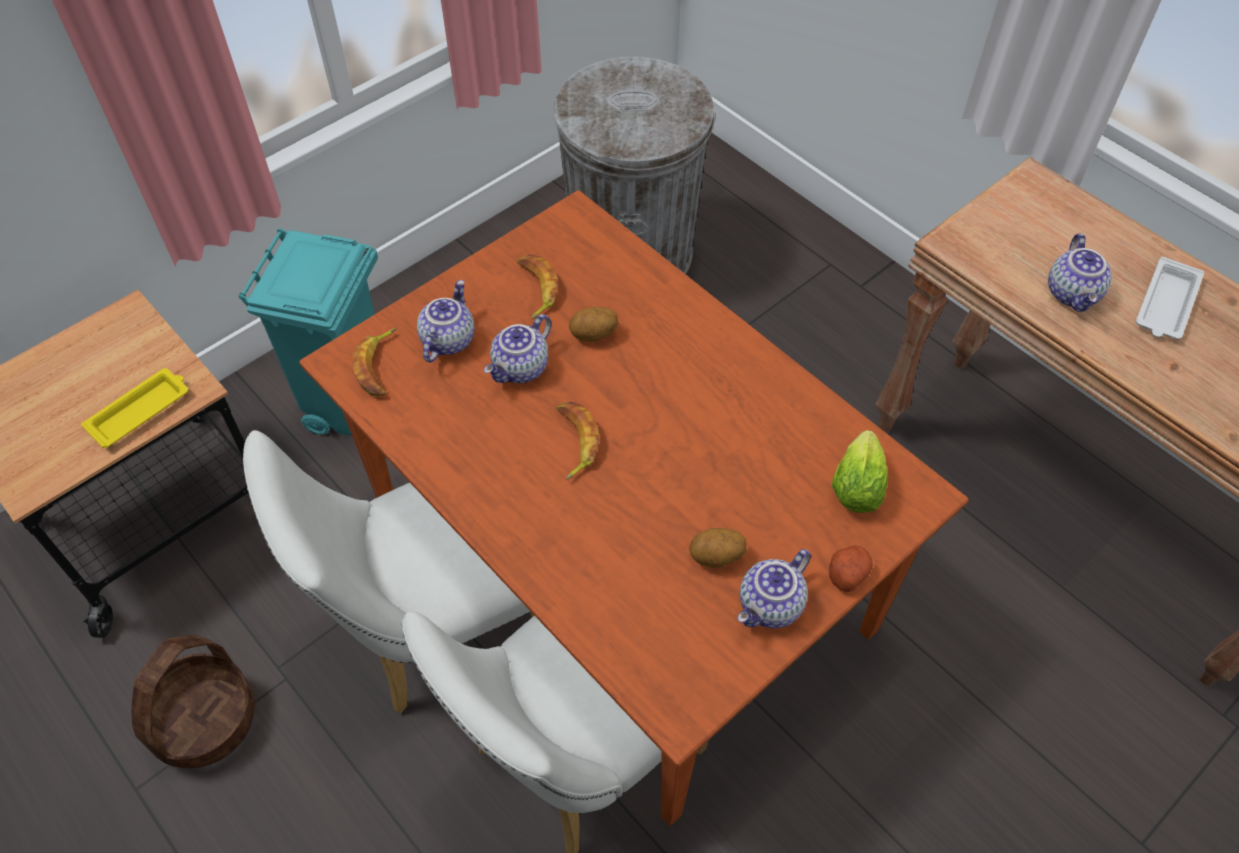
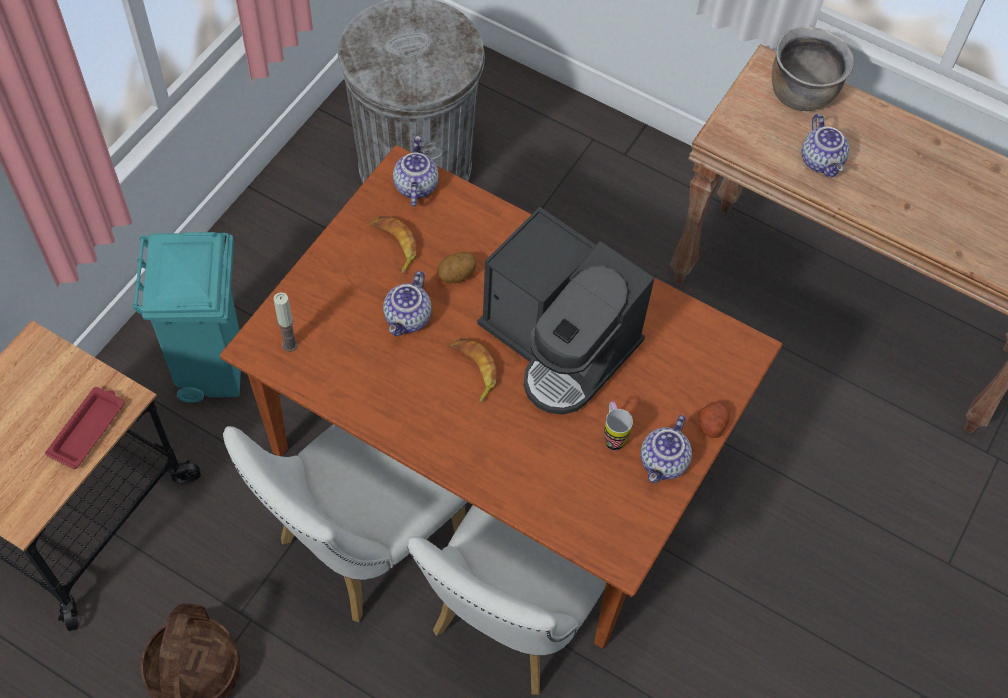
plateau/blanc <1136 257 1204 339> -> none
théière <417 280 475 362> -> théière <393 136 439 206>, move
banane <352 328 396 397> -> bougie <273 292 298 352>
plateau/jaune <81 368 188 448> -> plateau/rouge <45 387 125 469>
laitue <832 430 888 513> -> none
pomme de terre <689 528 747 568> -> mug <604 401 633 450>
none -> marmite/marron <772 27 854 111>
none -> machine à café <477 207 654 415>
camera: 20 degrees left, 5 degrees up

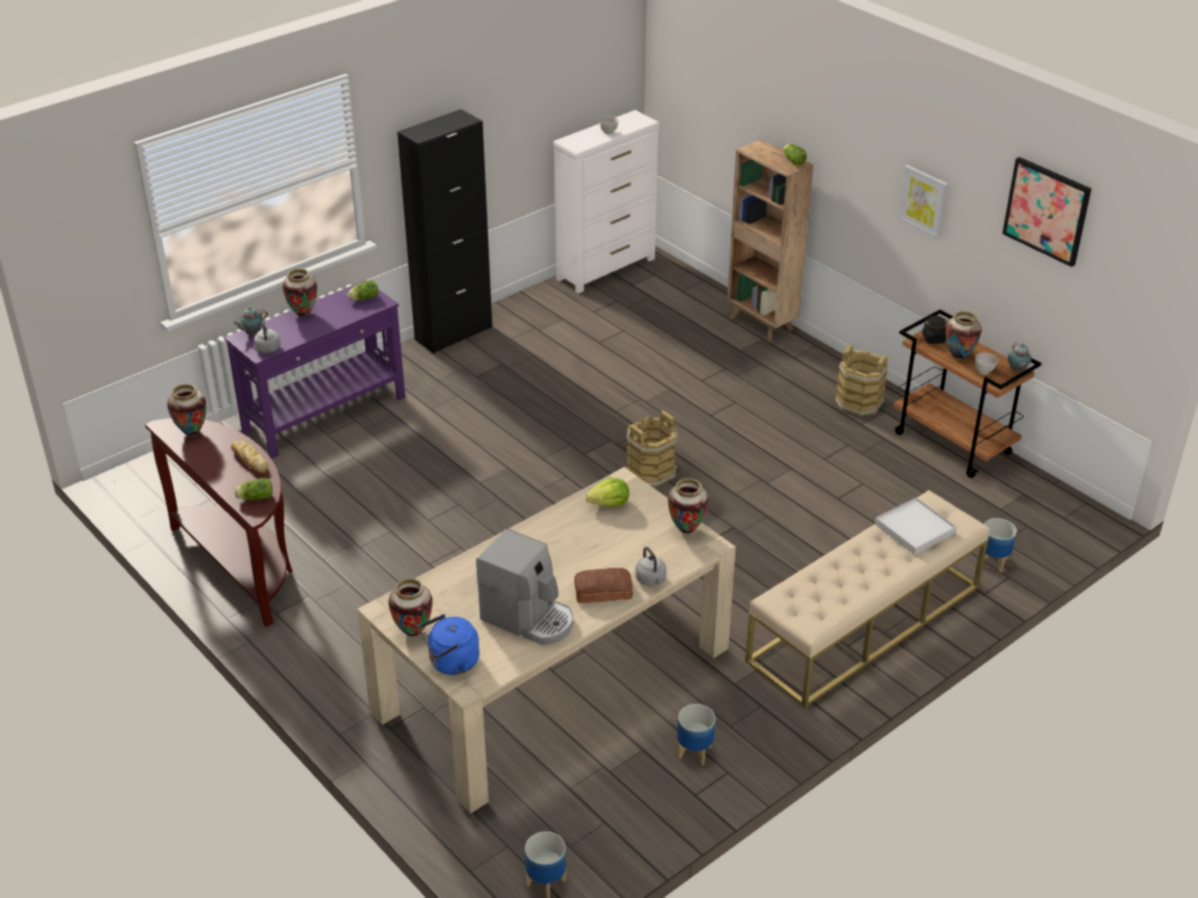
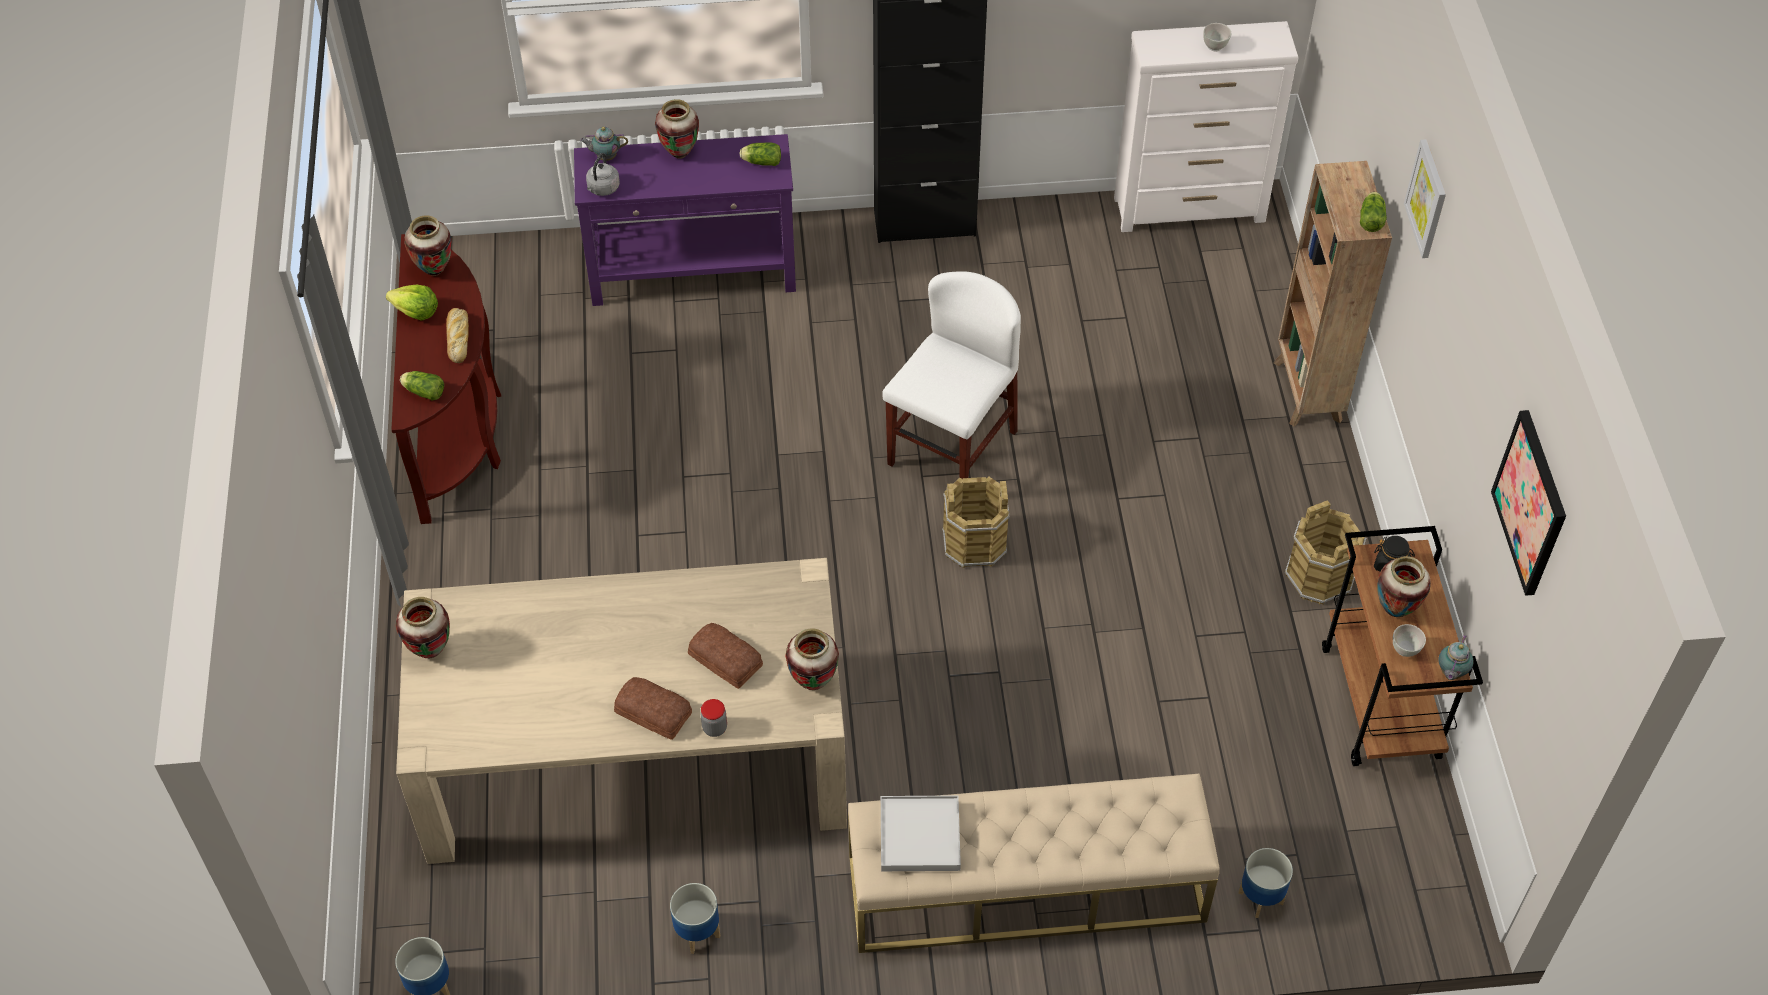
tableau <898 165 949 239> -> tableau <1404 139 1446 258>, move
laitue <585 478 629 507> -> laitue <386 285 438 321>, move
plateau/blanc <875 497 956 555> -> plateau/blanc <881 795 961 871>, move
machine à café <476 529 573 645> -> none
bouilloire/gris <635 547 666 586> -> bocal <700 699 727 737>
bouilloire/bleu <419 614 480 675> -> none
none -> chaise/blanc <882 271 1021 479>
none -> pain <688 623 763 689>
camera: 35 degrees right, 15 degrees up

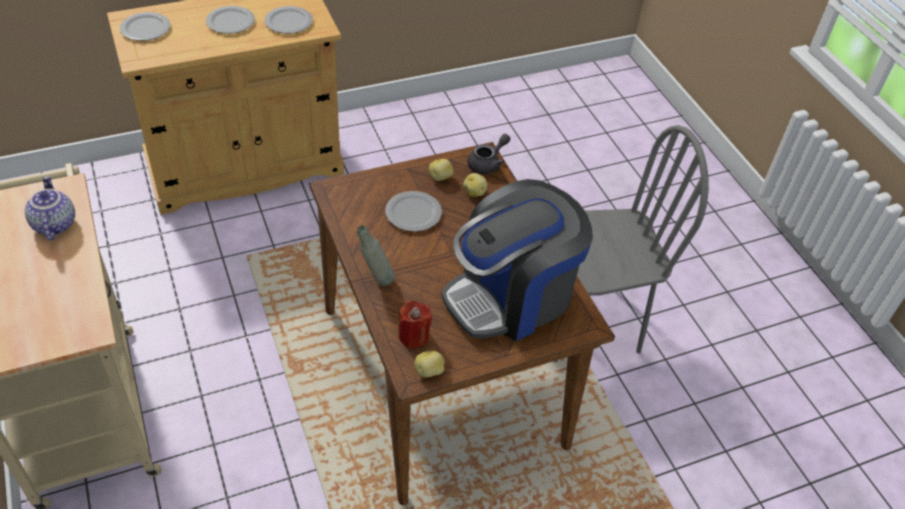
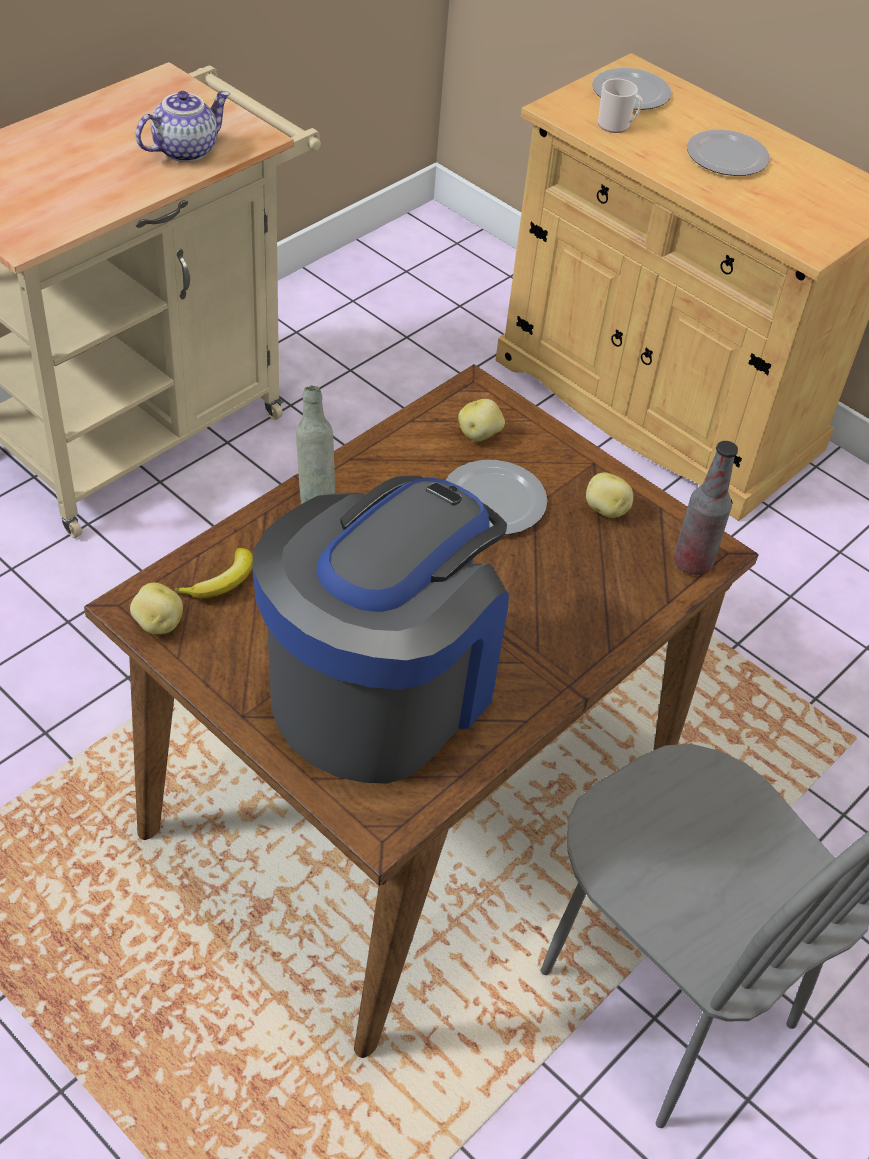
assiette <265 6 313 34> -> none
théière/gris <467 134 510 174> -> bouteille <674 441 738 575>
pomme de terre <463 173 488 197> -> pomme de terre <458 399 505 441>, move
machine à café <441 179 593 341> -> machine à café <252 476 509 784>, 90 degrees clockwise
bougie/rouge <398 301 432 348> -> banane <174 548 253 598>
none -> mug <598 79 643 133>
camera: 65 degrees right, 0 degrees up

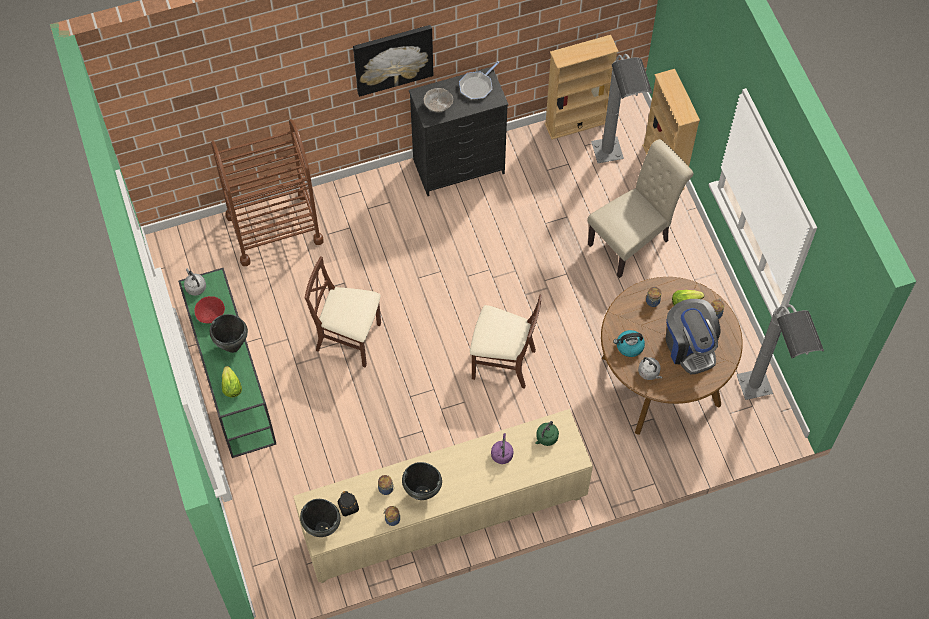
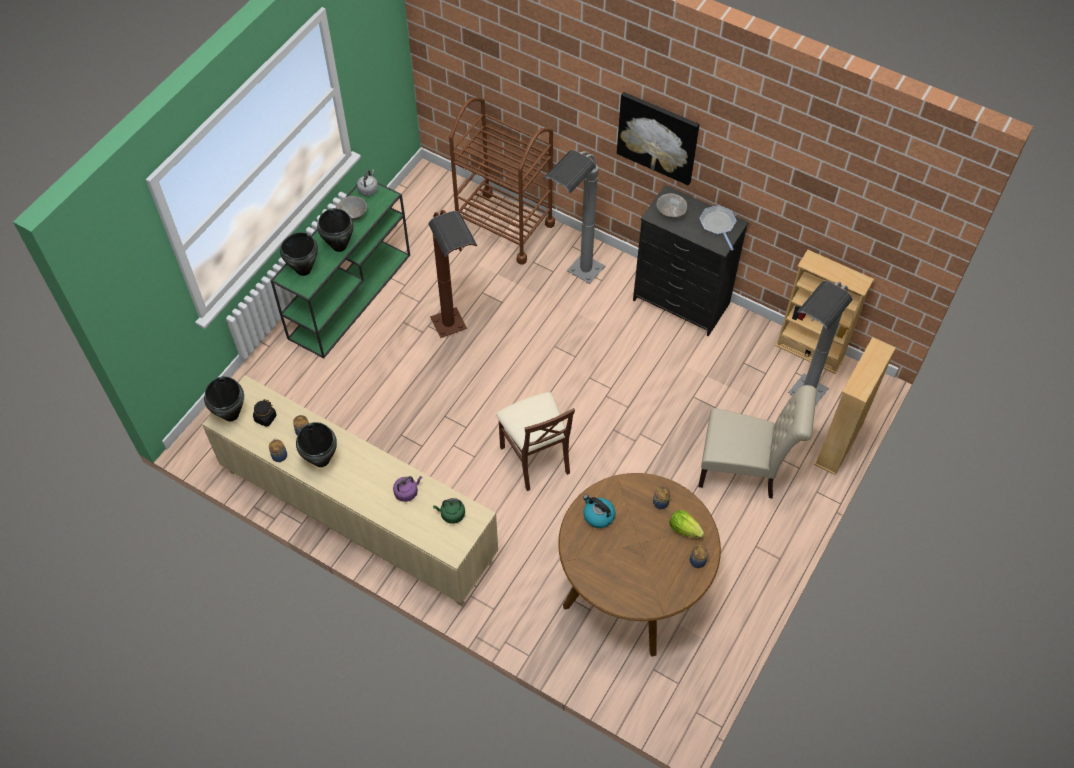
poêle <459 61 499 100> -> poêle <700 205 736 250>, 75 degrees clockwise
chaise/marron <305 256 381 368> -> lampadaire/marron <428 210 478 338>
bol/rouge <195 296 225 323> -> bol/gris <337 196 367 220>
machine à café <665 299 721 374> -> none
lampadaire/gris <736 304 824 400> -> lampadaire/gris <543 150 605 284>, move
bouilloire/gris <638 357 662 380> -> none
laitue <222 366 242 398> -> marmite/noir <280 232 318 276>
camera: 50 degrees right, 5 degrees down

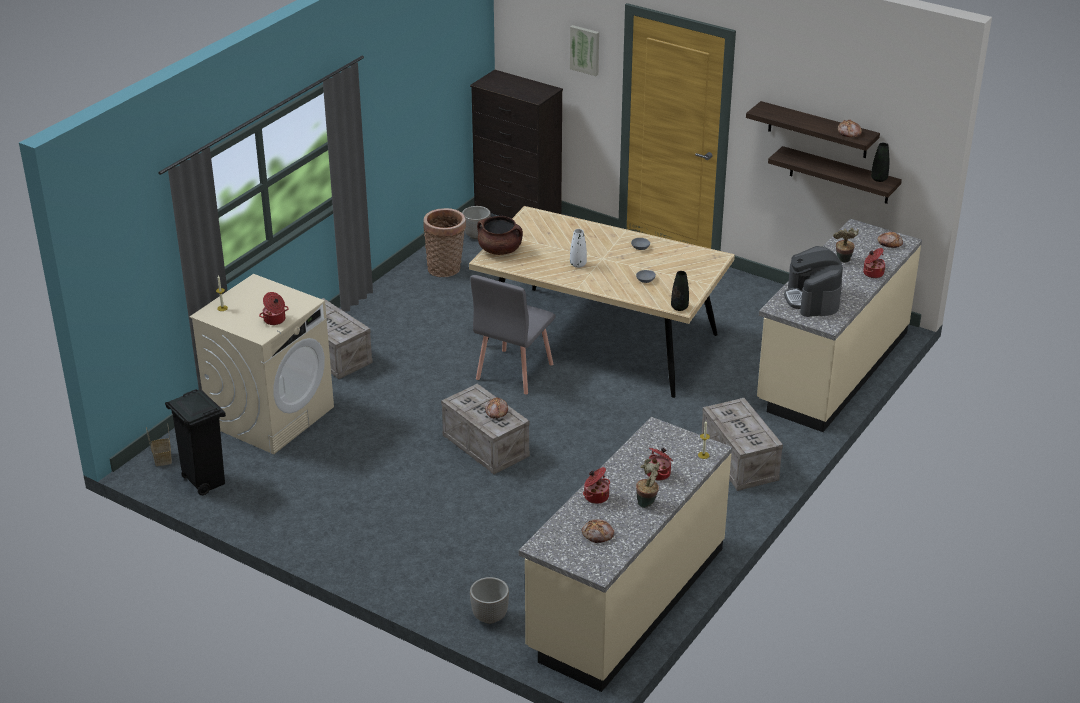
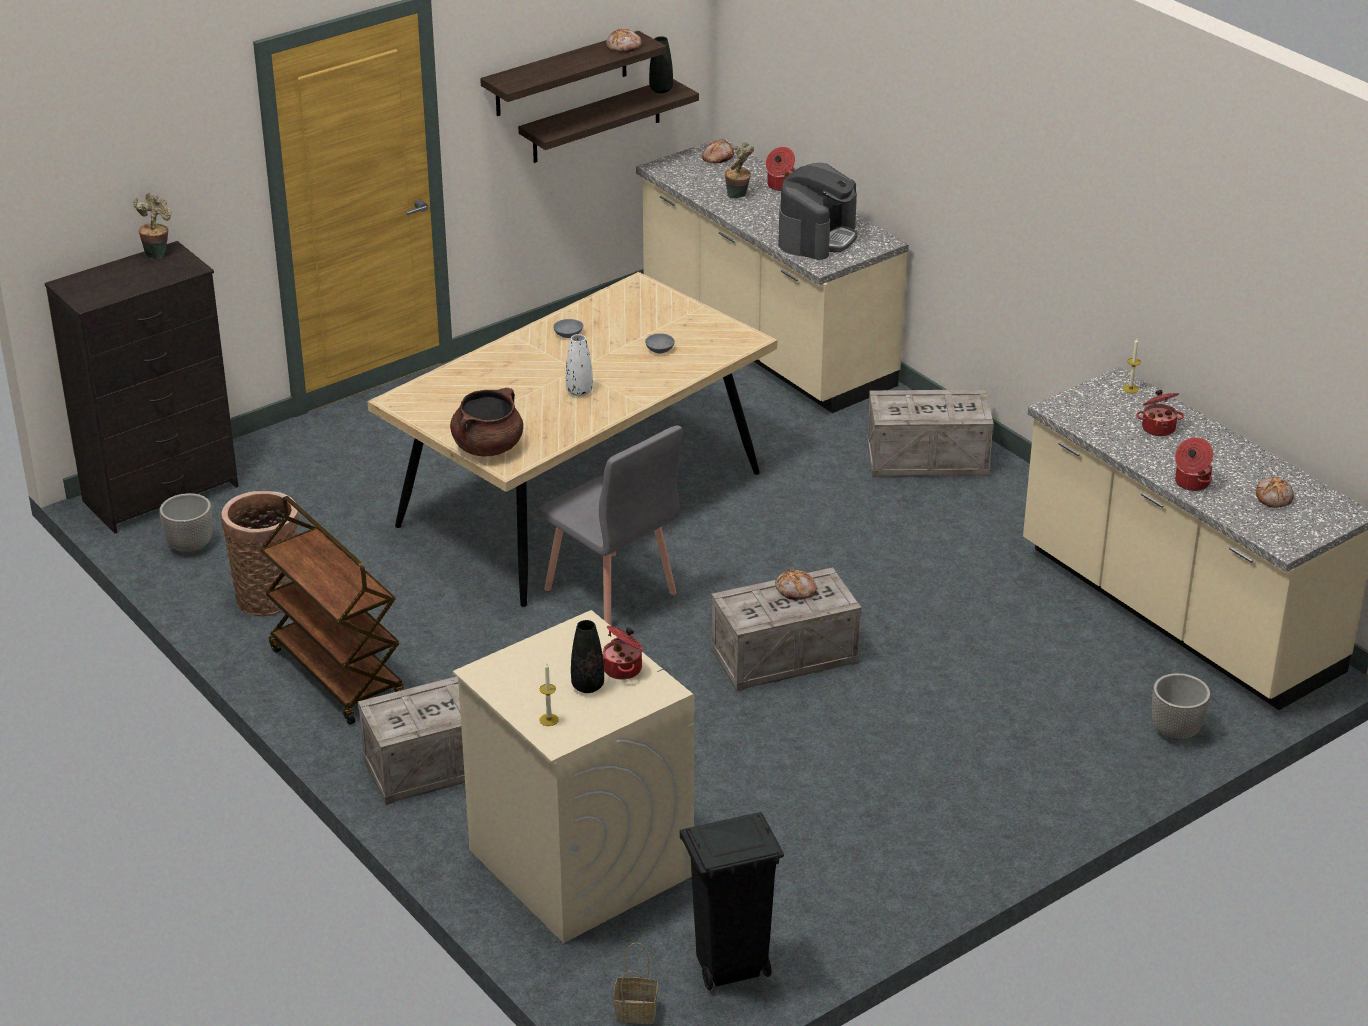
tableau <570 25 599 76> -> none
machine à café <784 246 843 317> -> machine à café <778 163 858 260>, 75 degrees counterclockwise
vase/noir <671 271 689 311> -> vase/noir <571 620 604 693>, move
plante en pot <636 459 660 508> -> plante en pot <133 193 172 260>, move
none -> chariot/marron <260 496 405 725>
camera: 70 degrees left, 0 degrees up

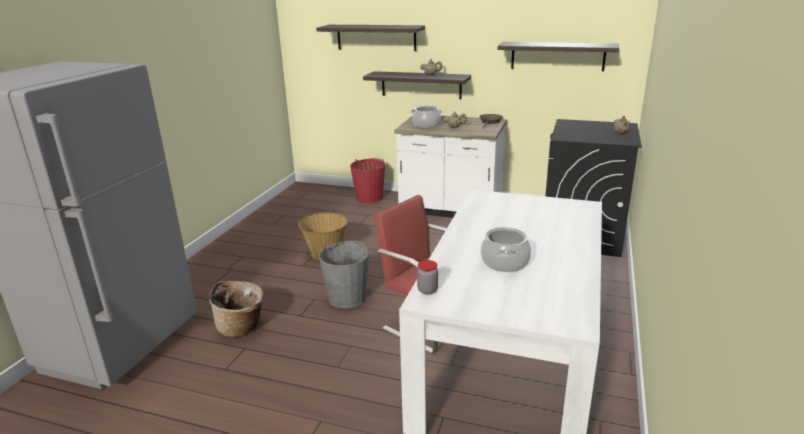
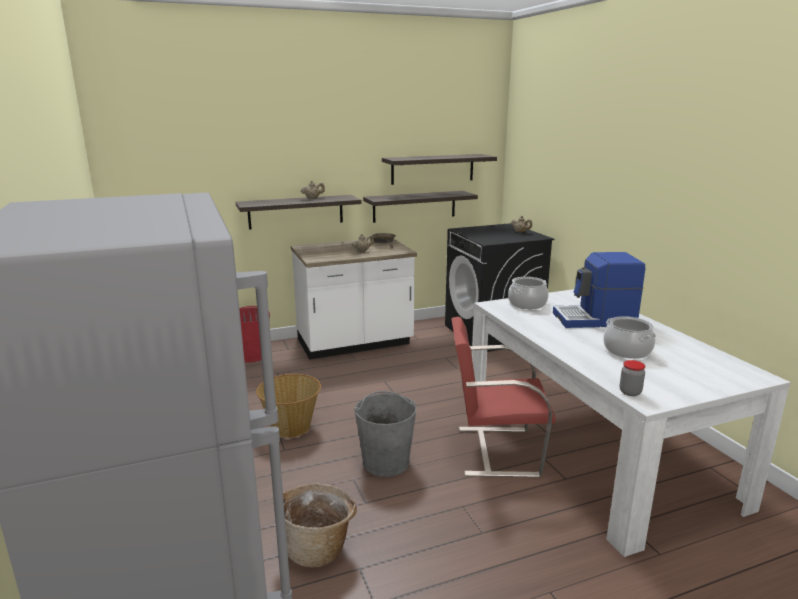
étagère <316 25 425 51> -> étagère <363 191 478 223>, move
marmite <411 106 443 128> -> marmite <508 277 548 309>, move
none -> machine à café <553 252 645 328>
camera: 40 degrees left, 5 degrees down

